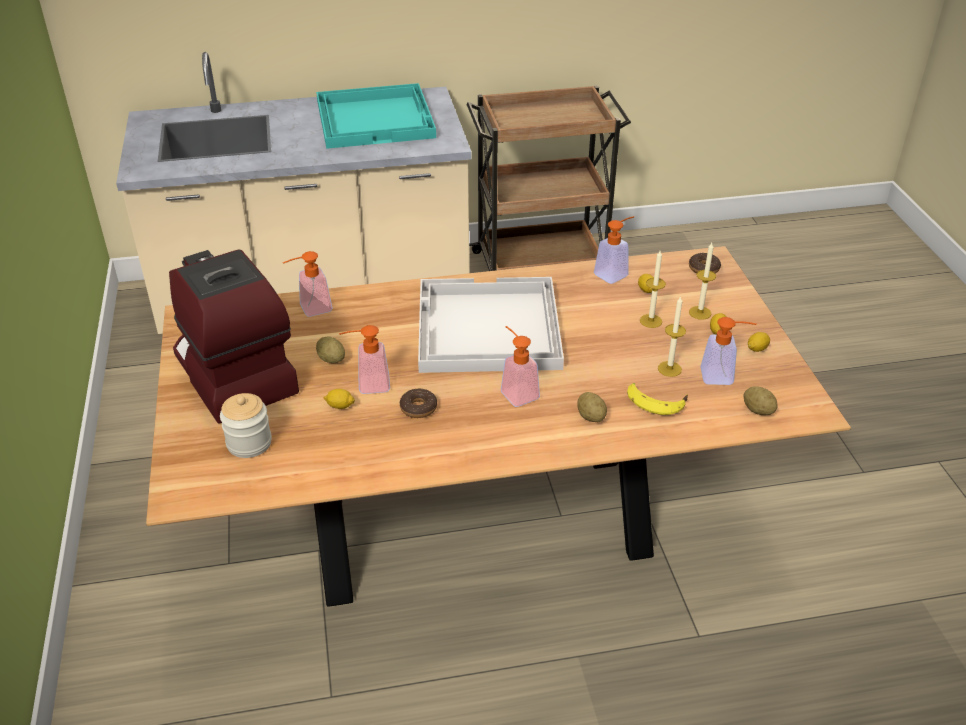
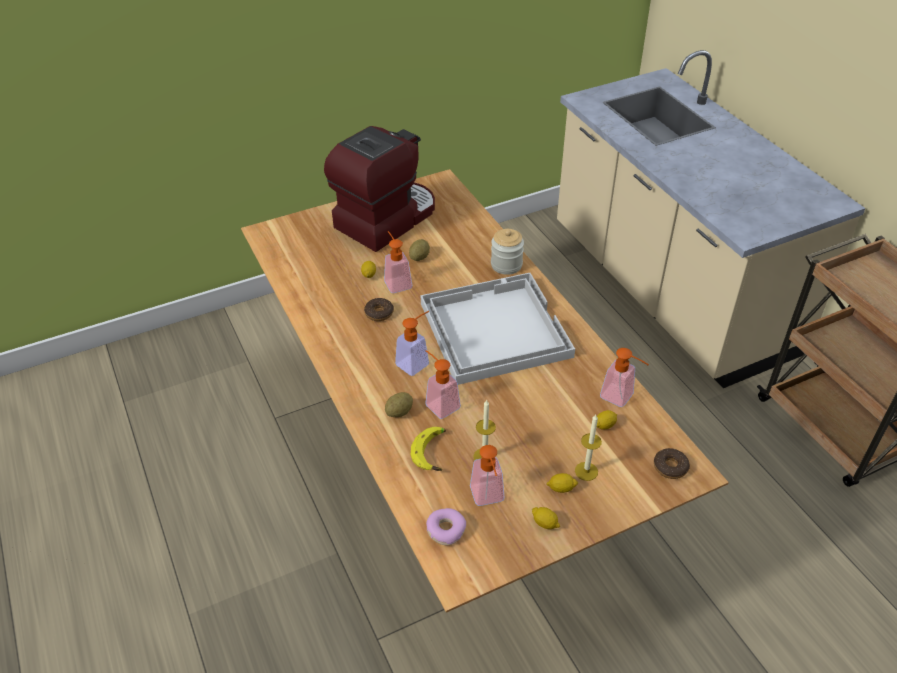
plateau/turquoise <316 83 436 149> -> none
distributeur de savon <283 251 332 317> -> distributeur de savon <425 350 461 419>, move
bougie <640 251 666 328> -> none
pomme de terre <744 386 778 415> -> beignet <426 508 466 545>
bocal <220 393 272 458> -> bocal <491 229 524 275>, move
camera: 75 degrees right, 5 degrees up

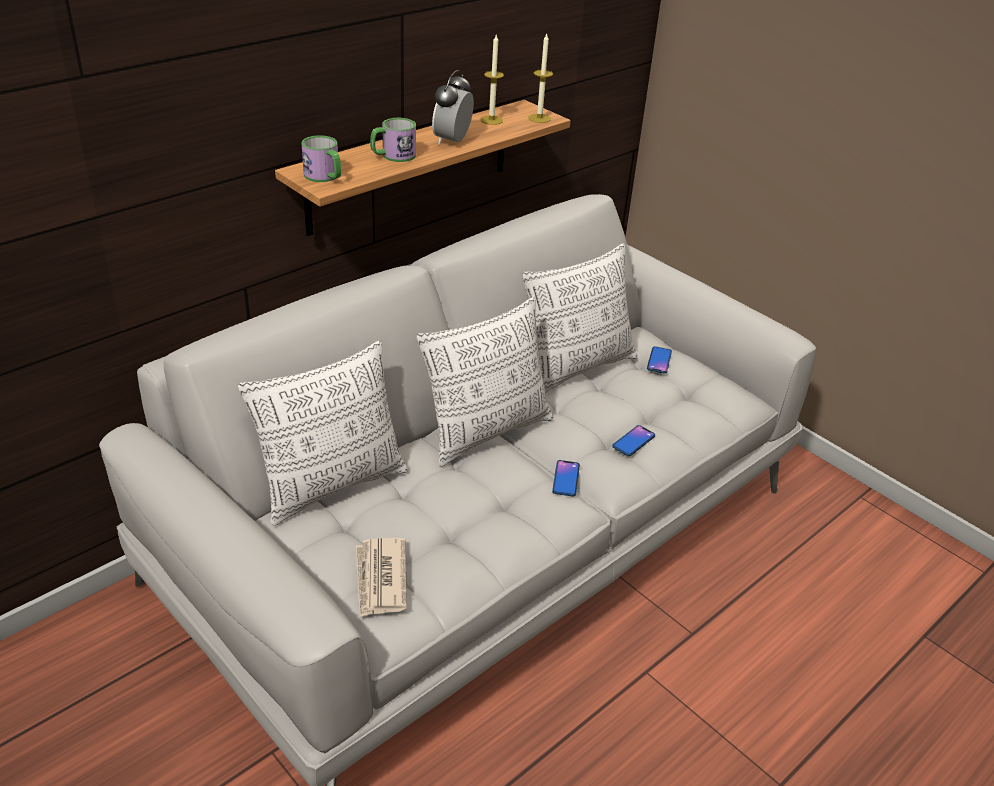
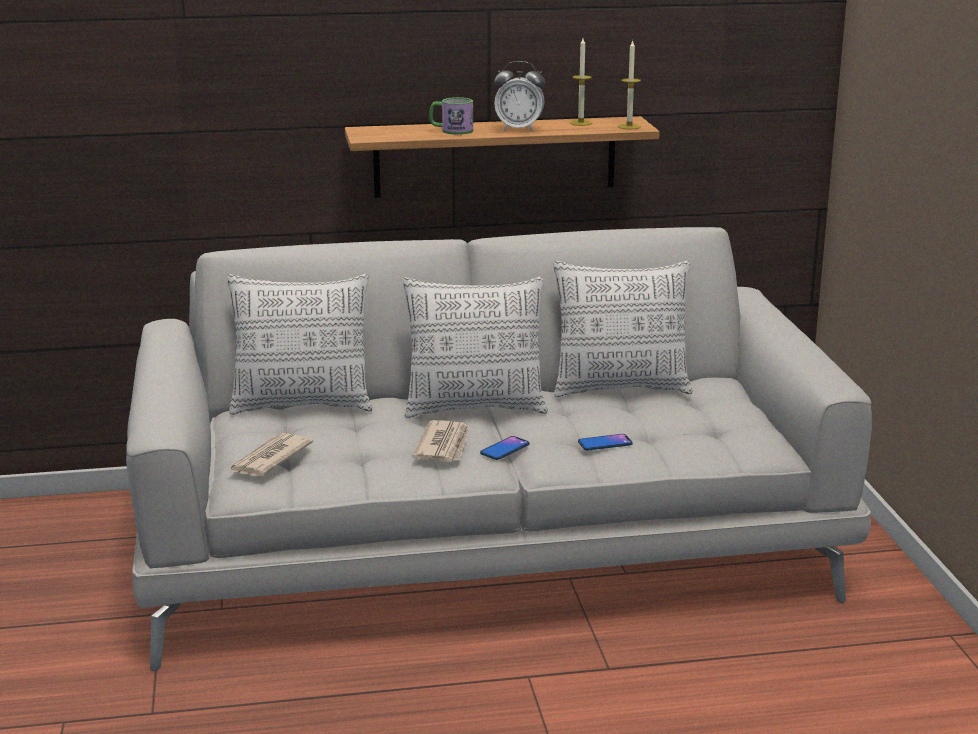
réveil <432 70 474 145> -> réveil <494 61 545 132>, 135 degrees counterclockwise
mug <301 135 341 182> -> none
téléphone <647 346 672 374> -> none
none -> journal <412 420 469 462>
camera: 35 degrees right, 15 degrees down

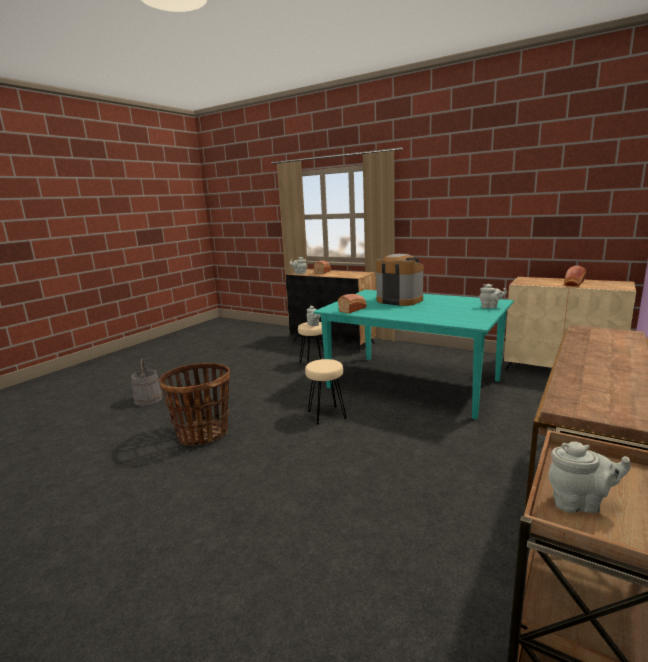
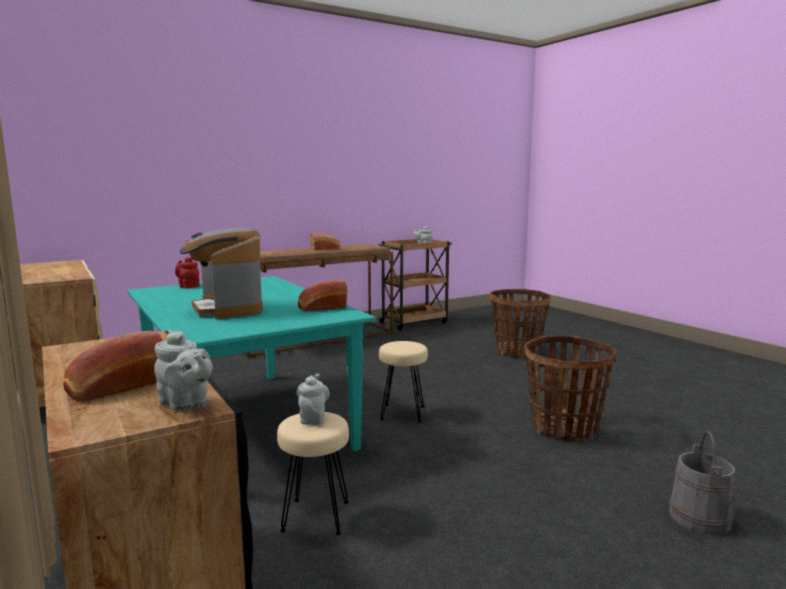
pain <564 266 586 287> -> pain <310 233 341 250>, move
théière/gris <479 284 507 308> -> théière/rouge <175 257 200 288>
none -> panier <490 289 551 358>
camera: 155 degrees left, 5 degrees down

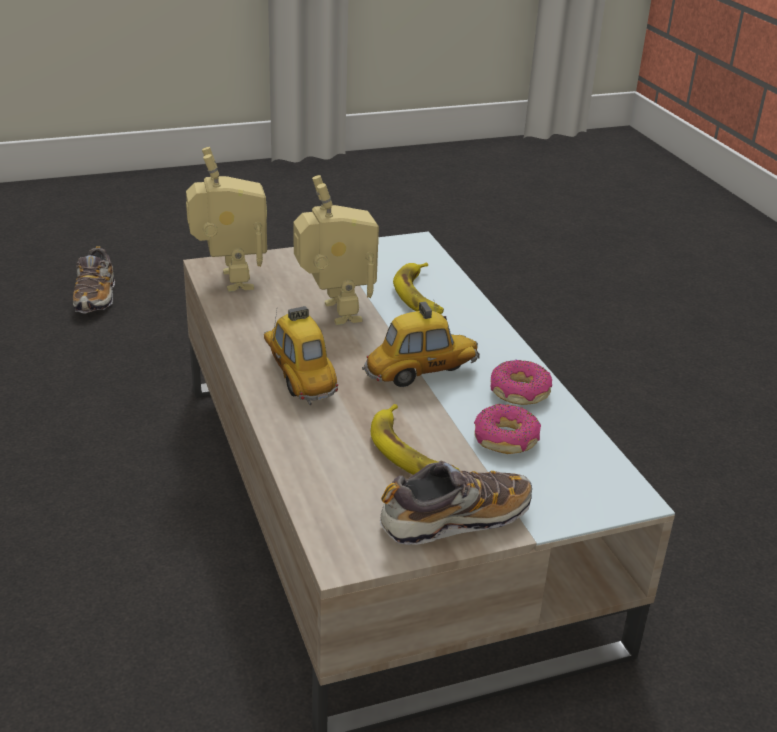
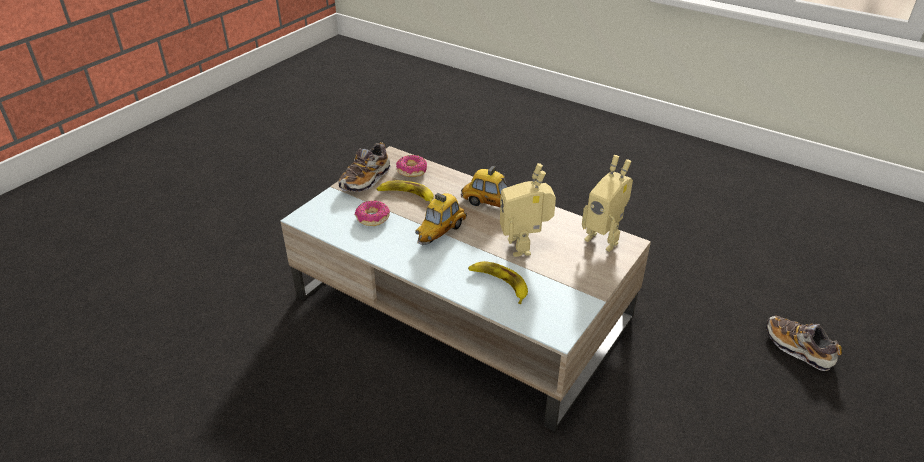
robot jouet <293 175 379 325> -> robot jouet <500 163 556 257>, 45 degrees clockwise
beignet <490 360 552 405> -> beignet <396 155 427 177>, move
camera: 145 degrees right, 5 degrees up

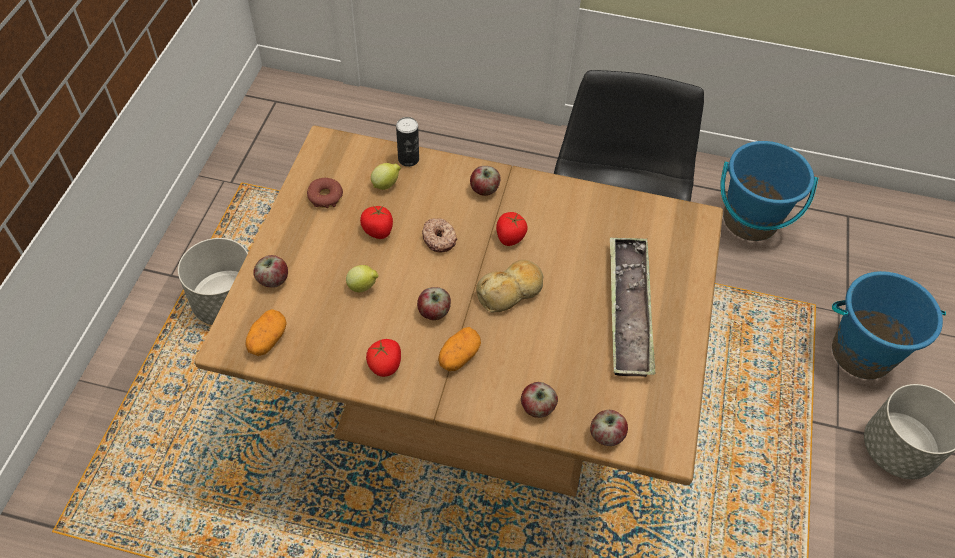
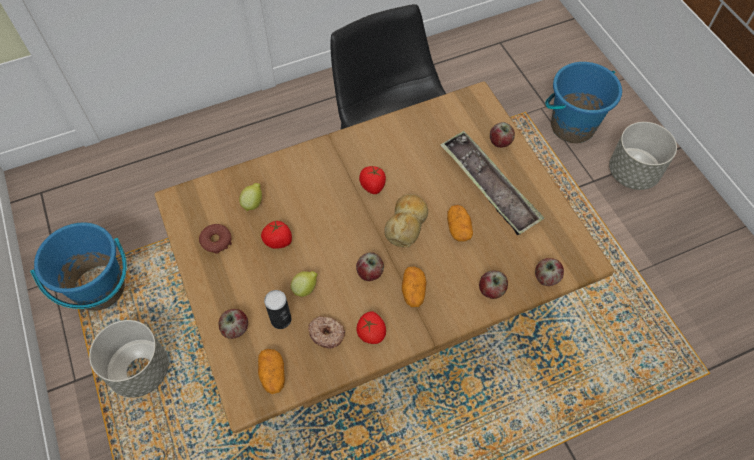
boîte métallique <396 117 419 167> -> boîte métallique <264 290 291 329>, move
seau/bleu <721 141 818 241> -> seau/bleu <30 222 127 311>, move
pomme <470 166 501 196> -> pomme <490 122 515 148>, move
beignet <422 218 457 253> -> beignet <308 316 345 349>, move
none -> pomme de terre <447 205 473 242>
camera: 35 degrees left, 5 degrees up

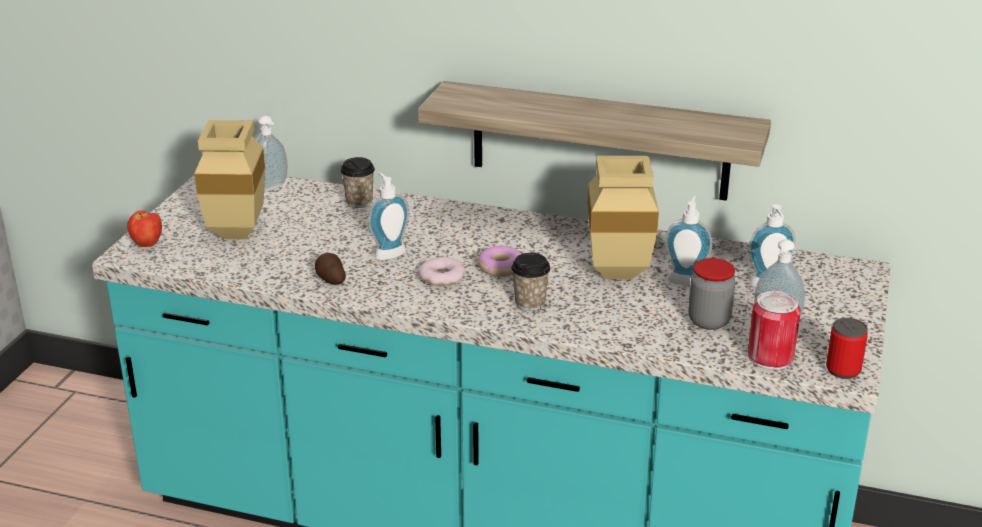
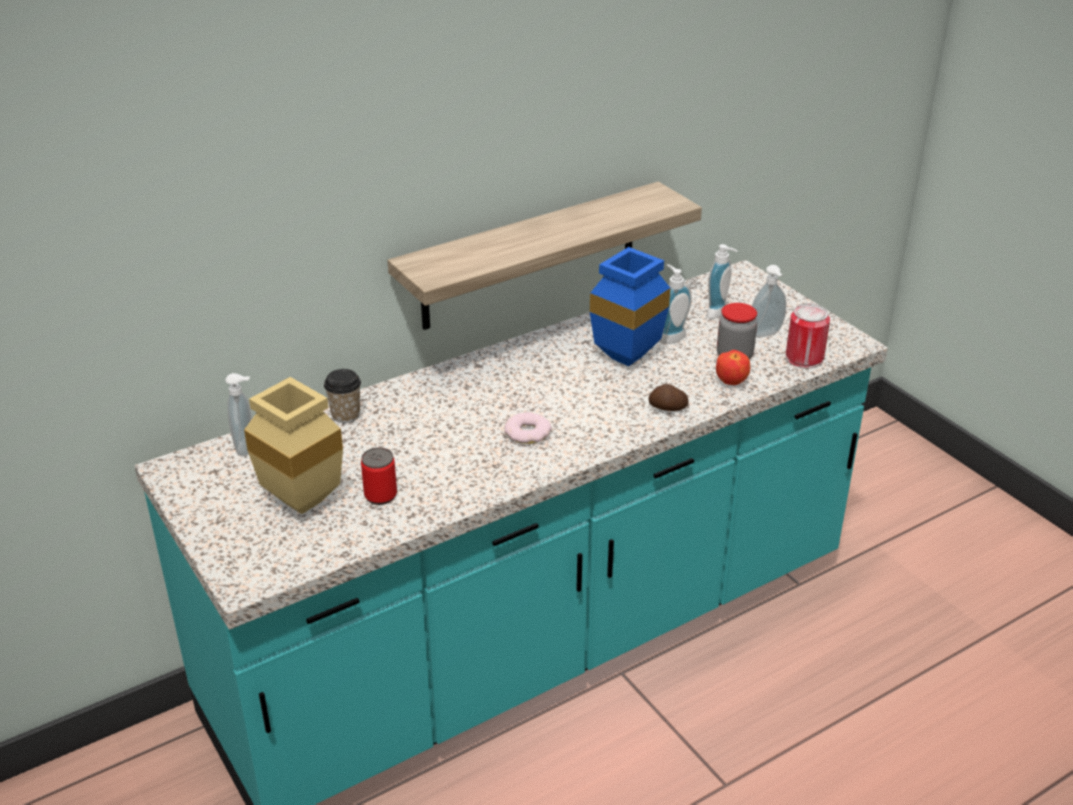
vase/beige <587 156 659 279> -> vase/bleu <590 247 670 366>
distributeur de savon <369 172 409 260> -> none
pomme <127 210 162 247> -> pomme <716 350 750 385>, move
beignet <478 246 521 277> -> none
pomme de terre <315 253 346 285> -> pomme de terre <648 384 689 411>, move
tasse <511 253 550 311> -> none
boîte métallique <826 318 868 379> -> boîte métallique <361 447 397 505>, move
camera: 50 degrees left, 5 degrees up

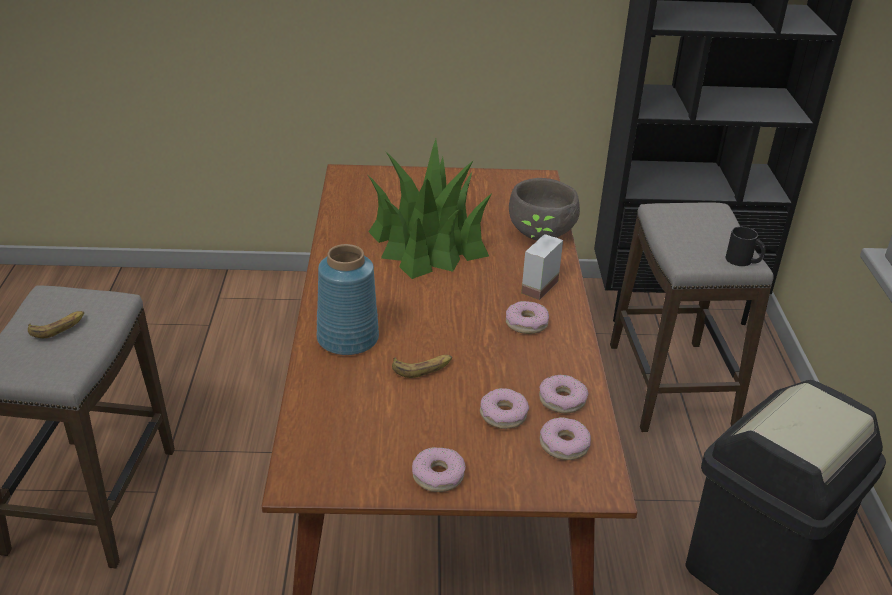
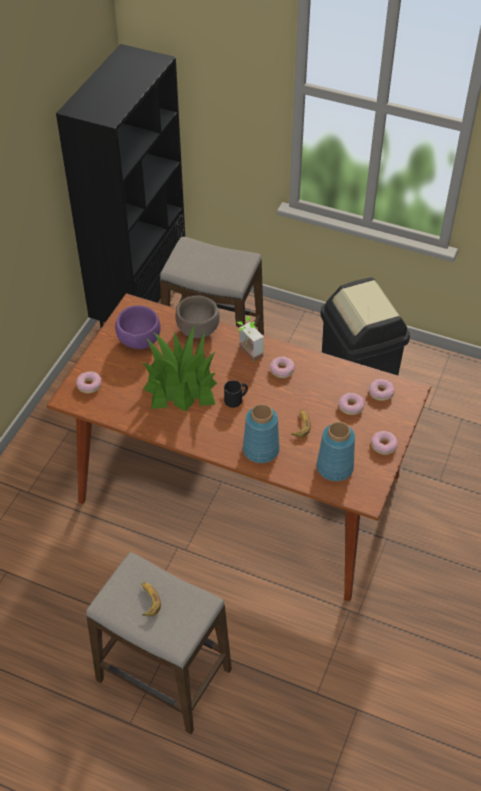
mug/noir <726 227 766 266> -> mug/noir <224 380 248 408>, move
beignet <539 375 588 413> -> beignet <76 371 101 394>, move
none -> bol/violet <115 305 160 349>
none -> vase/bleu <317 422 355 481>
camera: 65 degrees left, 15 degrees up

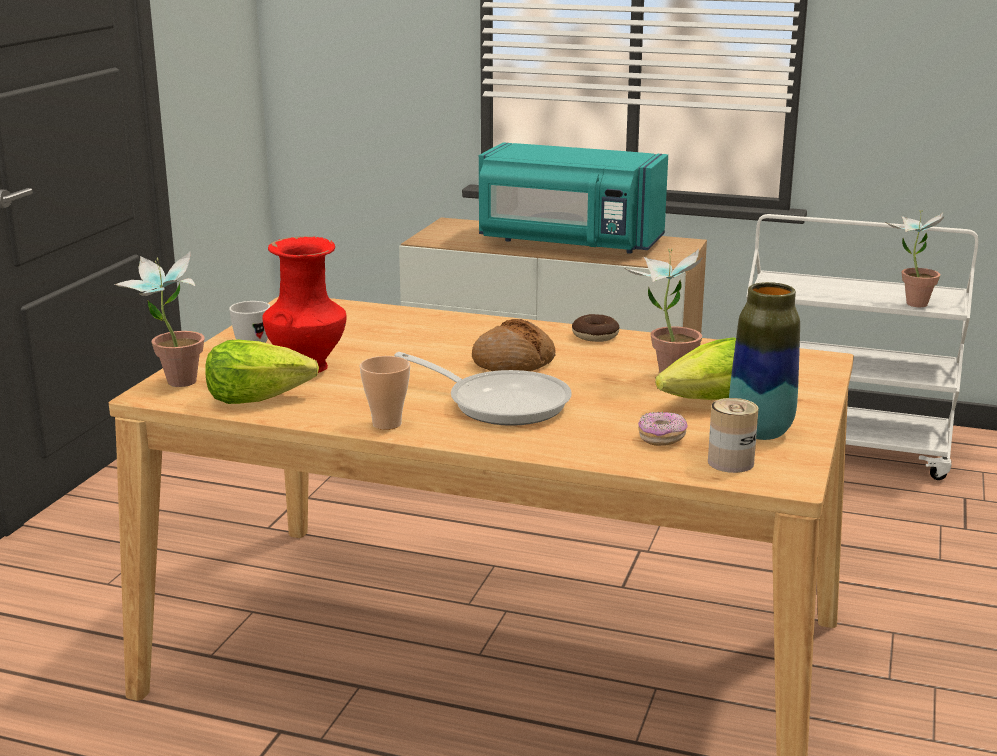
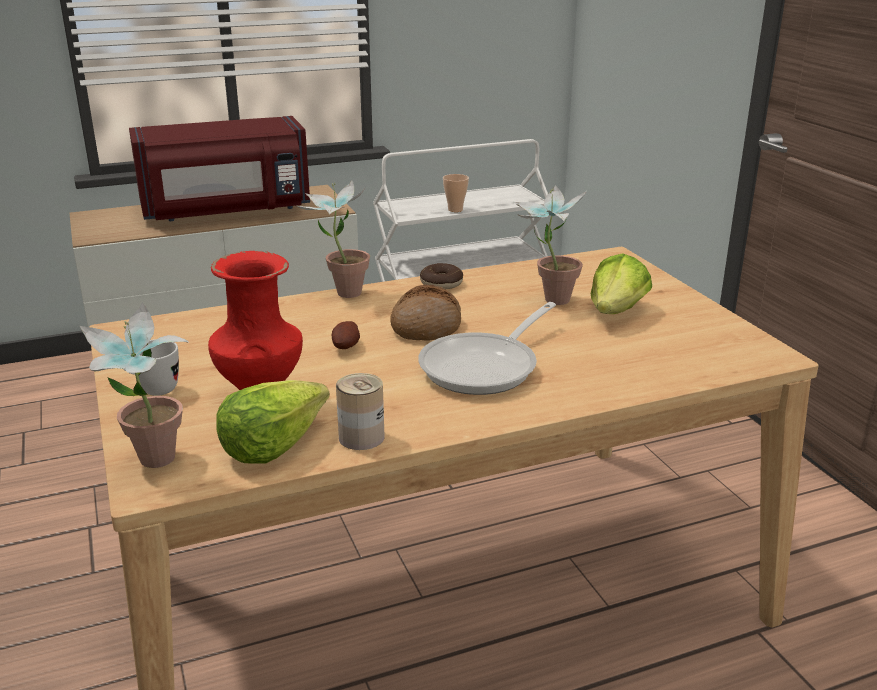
micro-ondes/turquoise <479 142 668 254> -> micro-ondes/rouge <129 116 310 221>
plante en pot <887 210 944 307> -> plante en pot <295 180 370 298>, move
vase <729 282 800 440> -> none
poêle <394 352 572 426> -> poêle <418 302 556 395>, 135 degrees clockwise
tasse <360 356 410 430> -> tasse <443 174 469 212>, move
boîte métallique <708 398 759 473> -> boîte métallique <336 373 385 450>, move
beignet <638 412 688 446> -> none
none -> pomme de terre <332 321 360 349>
camera: 40 degrees left, 5 degrees up

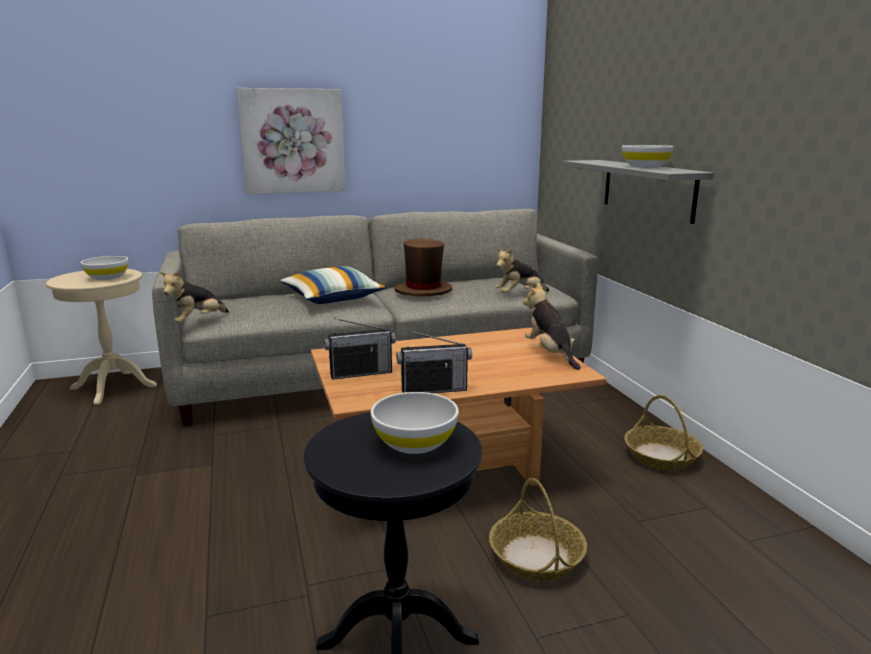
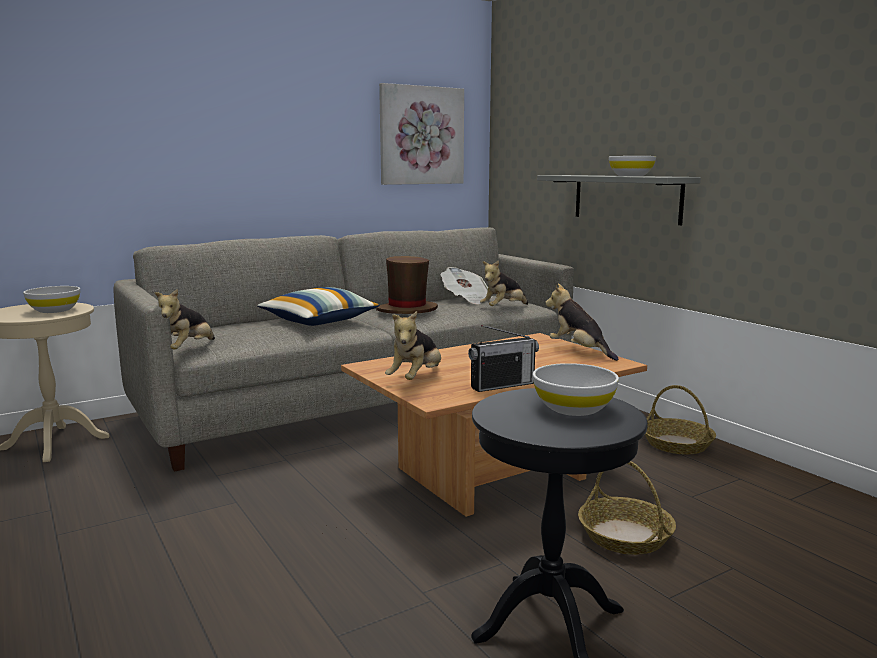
tableau <237 88 346 194> -> tableau <379 83 464 185>, move
radio <324 318 396 380> -> peluche <385 311 441 380>
none -> journal <441 267 493 304>
camera: 15 degrees left, 5 degrees down

